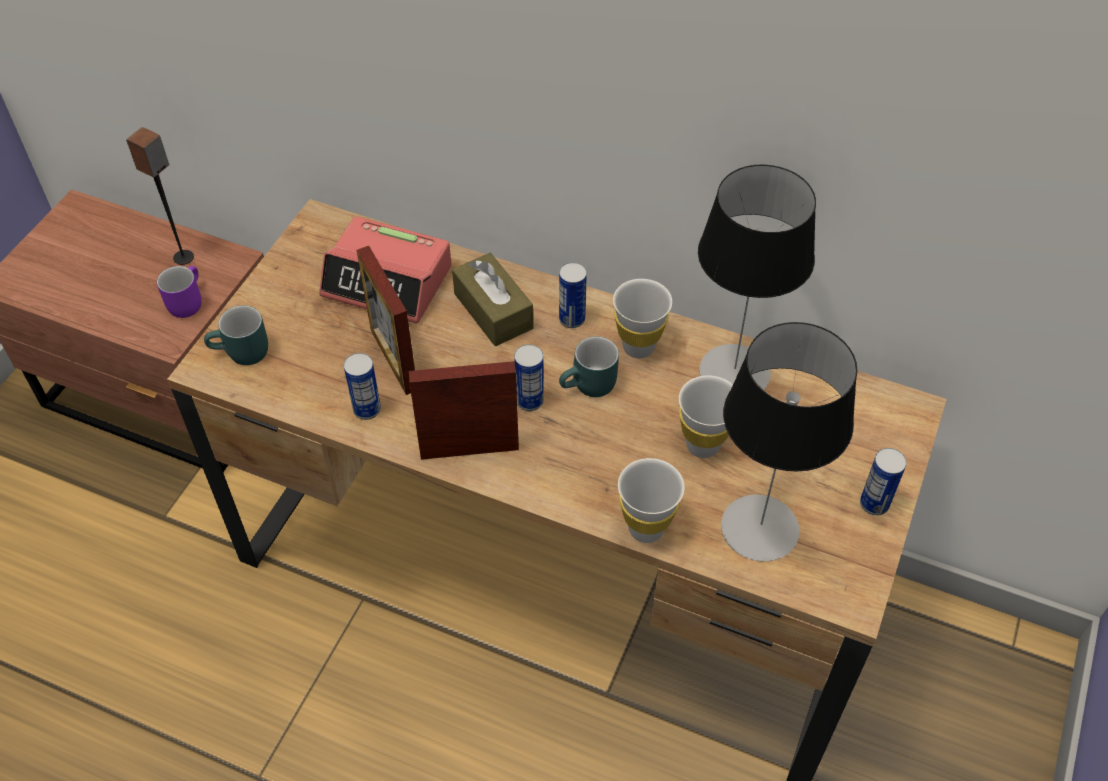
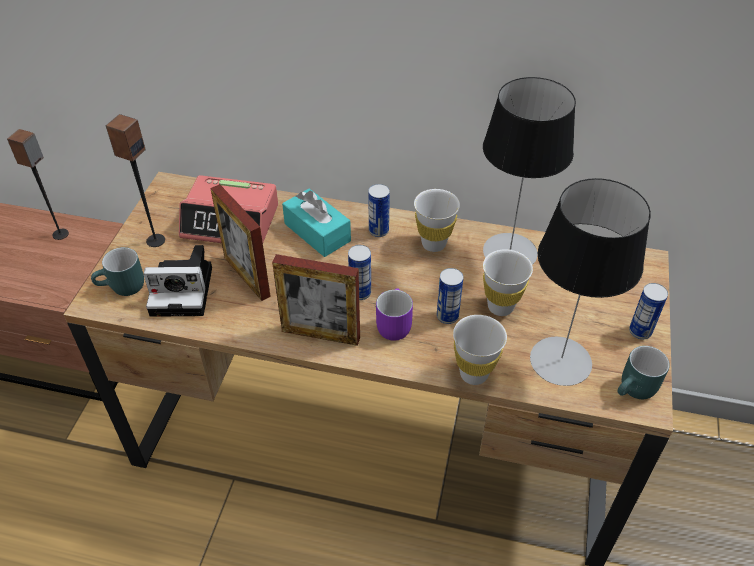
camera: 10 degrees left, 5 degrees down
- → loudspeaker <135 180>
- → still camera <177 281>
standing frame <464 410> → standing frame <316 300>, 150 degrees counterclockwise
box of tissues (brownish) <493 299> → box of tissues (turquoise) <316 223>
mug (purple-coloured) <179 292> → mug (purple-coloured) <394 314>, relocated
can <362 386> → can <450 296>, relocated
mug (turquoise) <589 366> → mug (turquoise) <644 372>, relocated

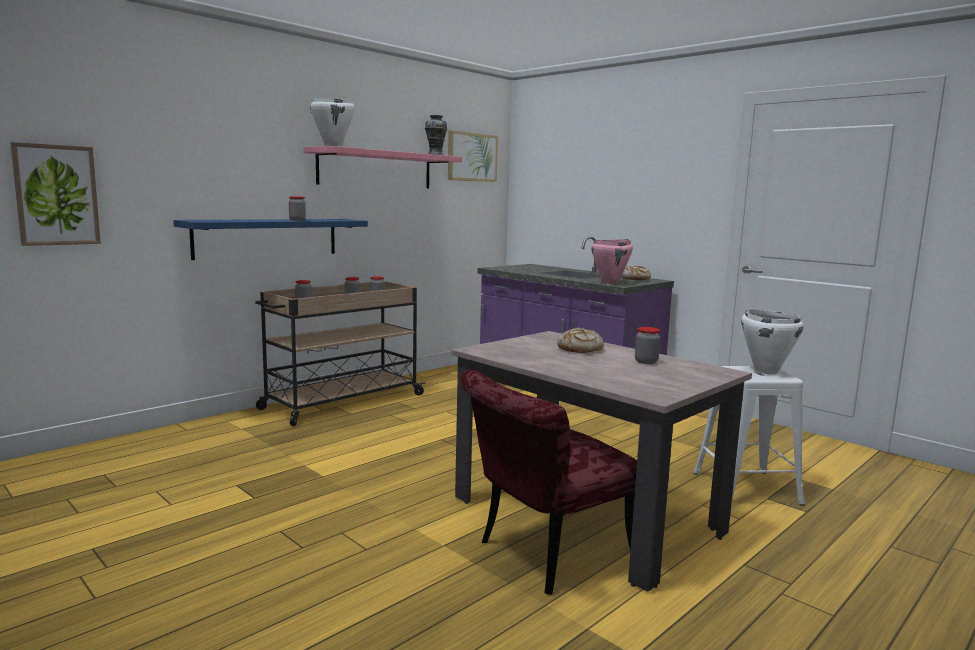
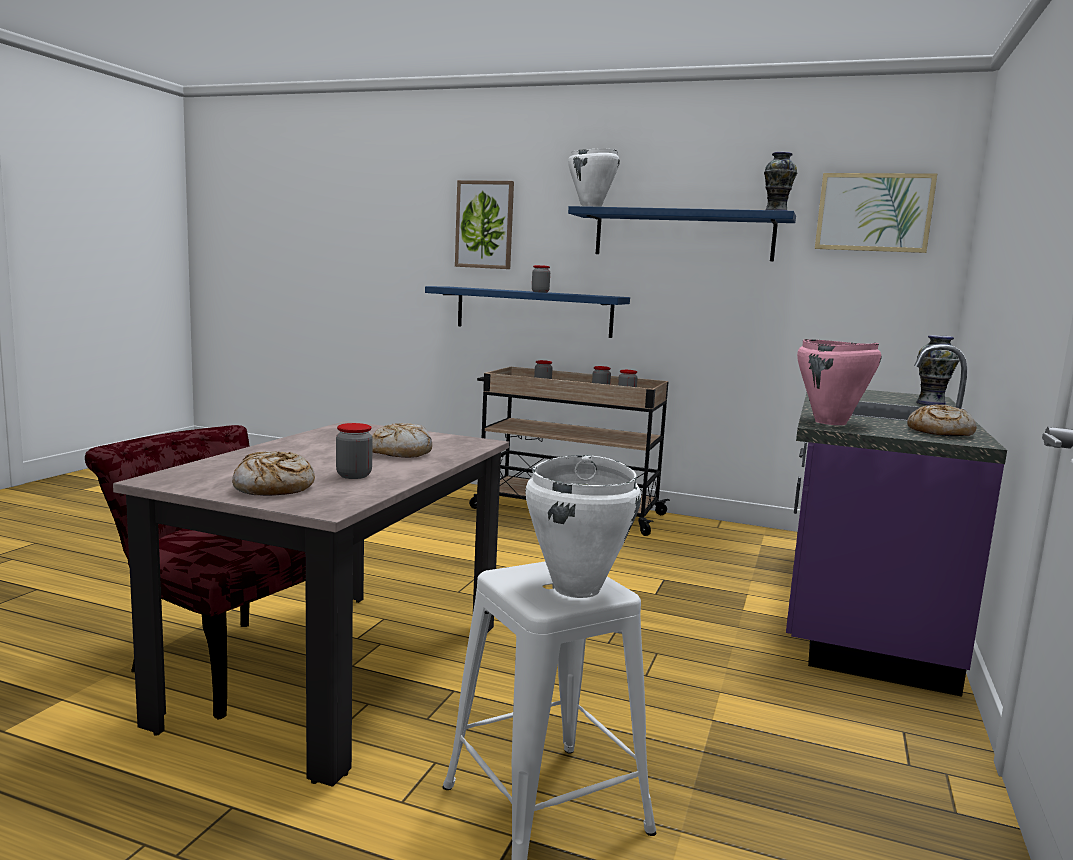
camera: 65 degrees right, 0 degrees up
- → bakery bread <273 473>
wall art <55 194> → wall art <484 224>, relocated
shelf (pinkish) <383 167> → shelf (bluish) <682 233>
- → vase <938 370>

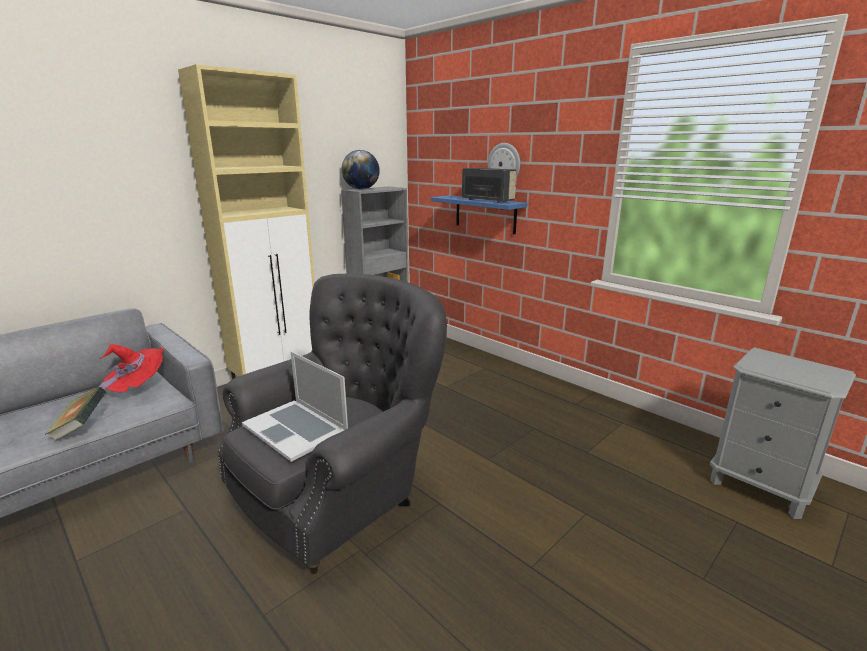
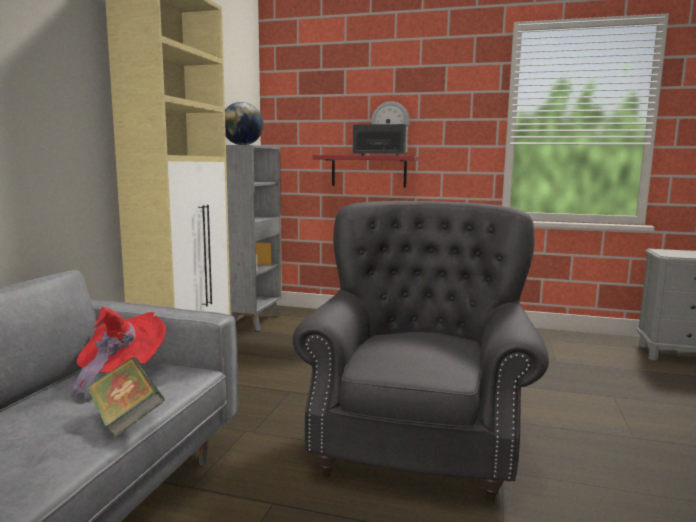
camera: 30 degrees left, 10 degrees down
shelf (bluish) <479 214> → shelf (red-coloured) <366 171>
notebook computer <295 406> → -

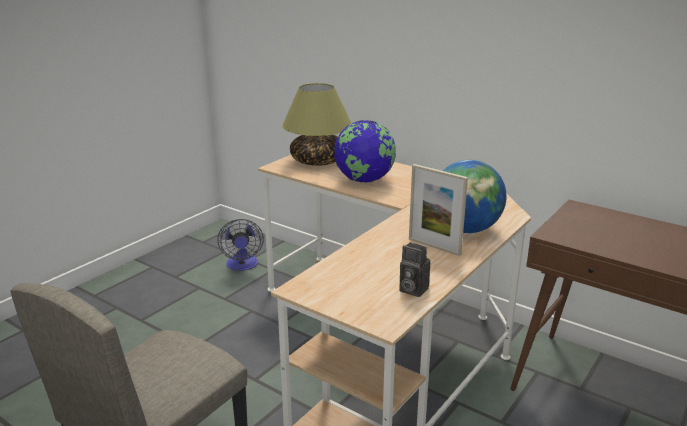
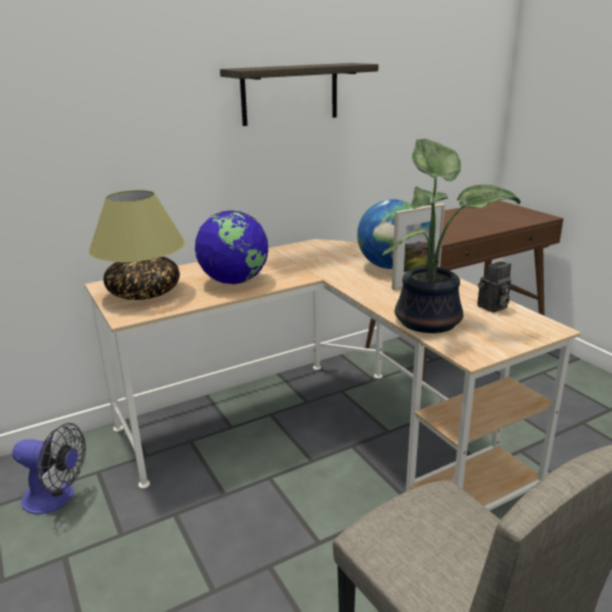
camera: 65 degrees left, 0 degrees up
- → shelf <299 94>
- → potted plant <451 235>

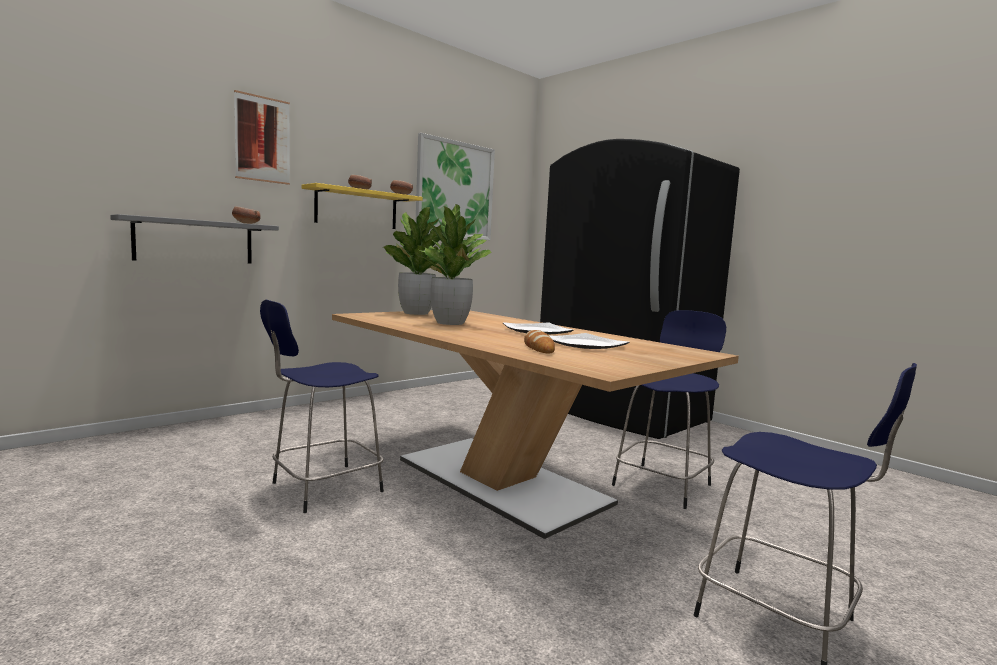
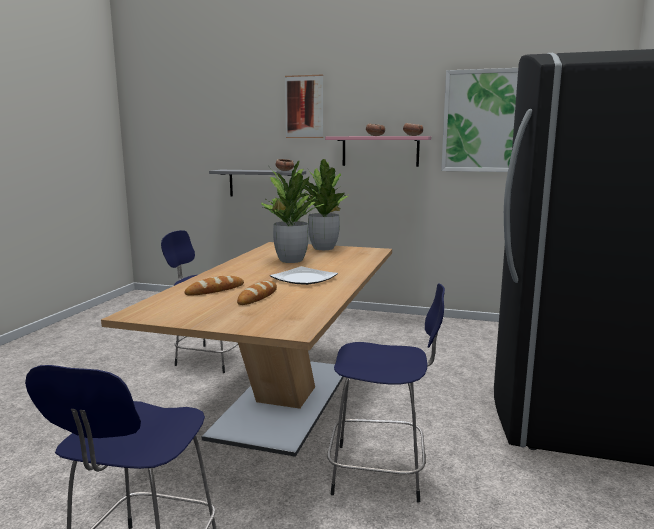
camera: 60 degrees right, 5 degrees up
flat dish <589 341> → bakery bread <257 293>
shelf (yellowish) <362 206> → shelf (pinkish) <378 151>

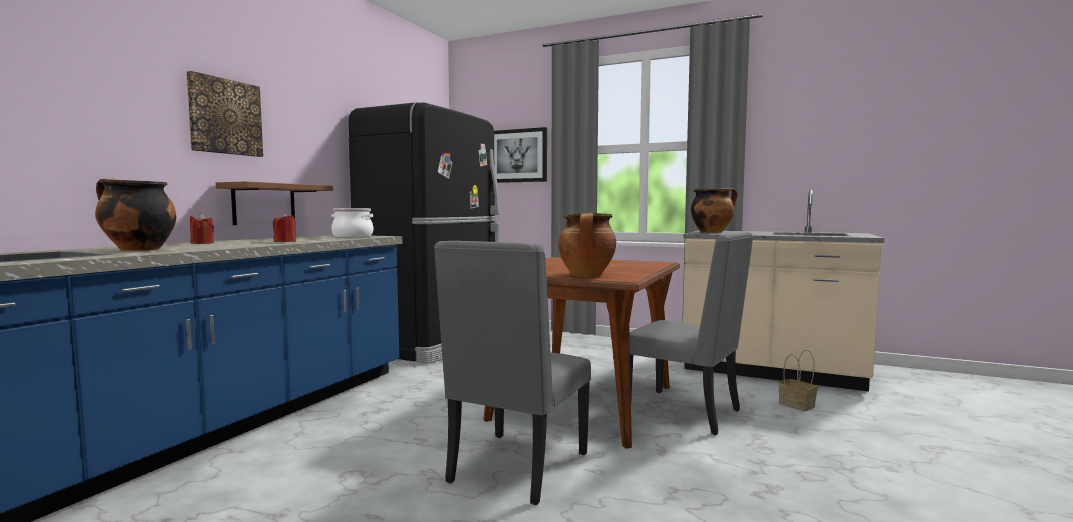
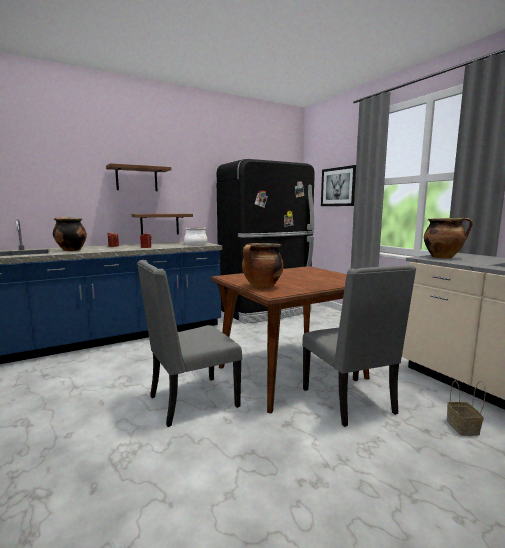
camera: 35 degrees right, 5 degrees up
wall art <224 114> → shelf (brownish) <138 177>

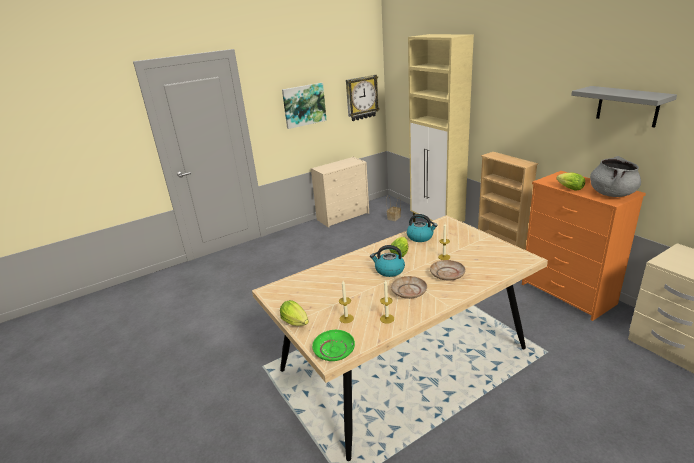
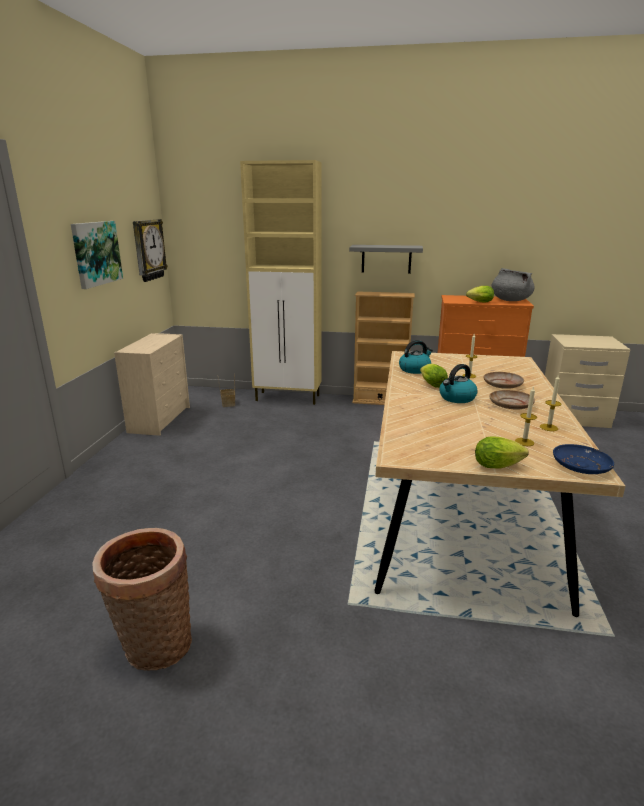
camera: 50 degrees left, 5 degrees down
- → storage basket <142 599>
shelf (grey) <624 107> → shelf (grey) <386 259>, relocated
flat dish (green-coloured) <333 345> → flat dish (bluish) <583 459>

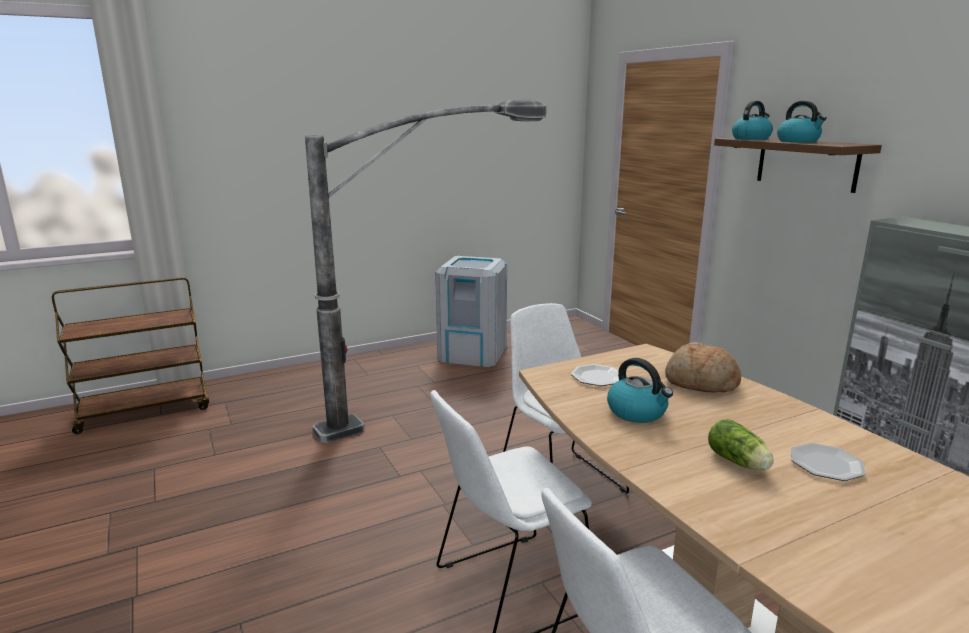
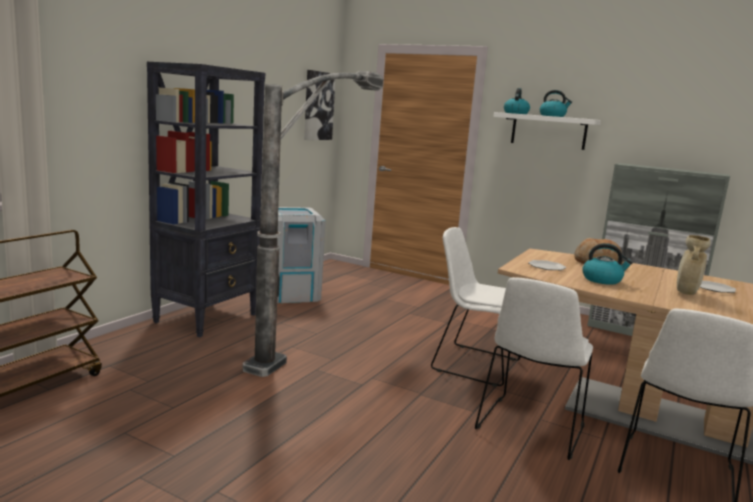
camera: 35 degrees left, 5 degrees down
- → bookshelf (black-coloured) <206 199>
- → wall art <319 105>
shelf (brownish) <798 165> → shelf (white) <547 131>
lettuce head <741 445> → vase (beige-coloured) <694 265>

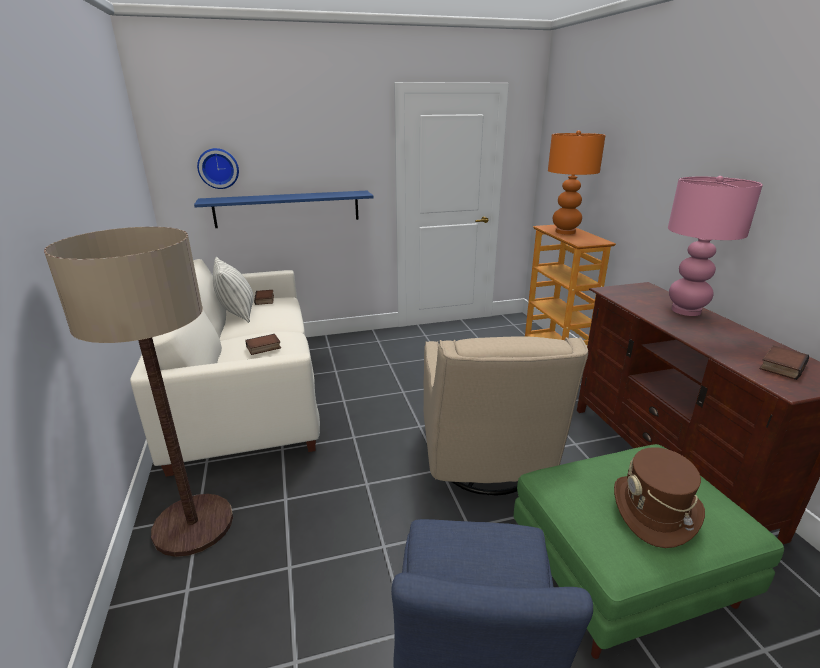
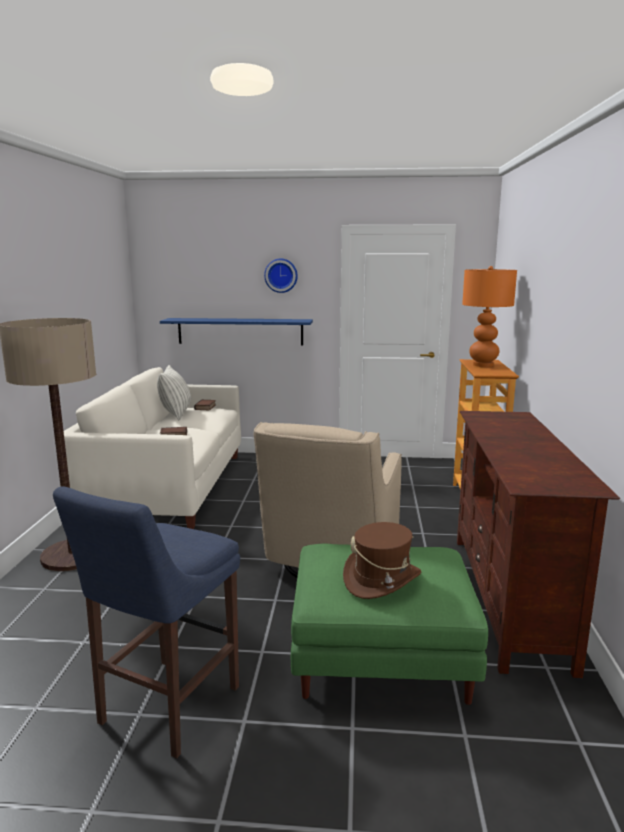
camera: 20 degrees right, 10 degrees down
wall clock <218 168> → wall clock <281 275>, relocated
table lamp (pinkish) <715 246> → -
book <784 362> → -

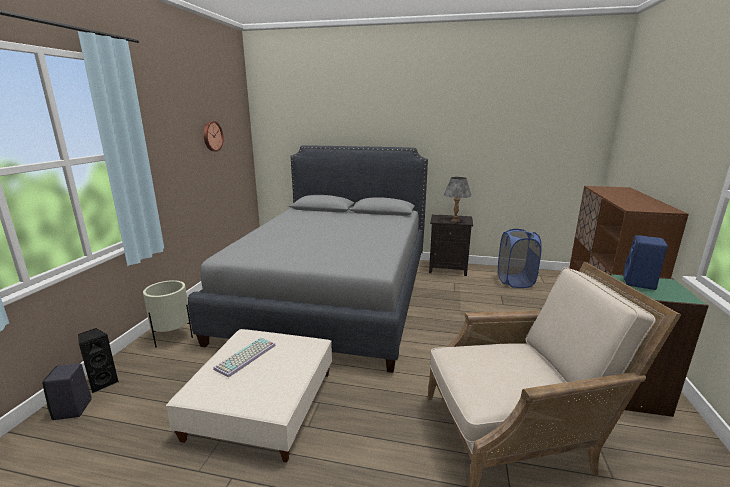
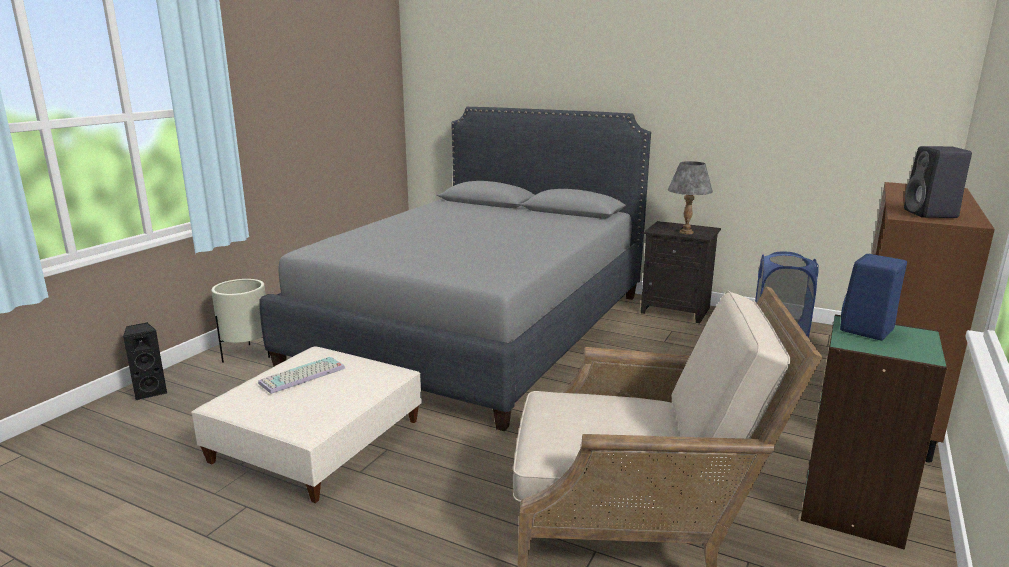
camera: 15 degrees right, 0 degrees up
loudspeaker (black-coloured) <67 391> → loudspeaker (black-coloured) <938 182>, relocated
wall clock <213 136> → -

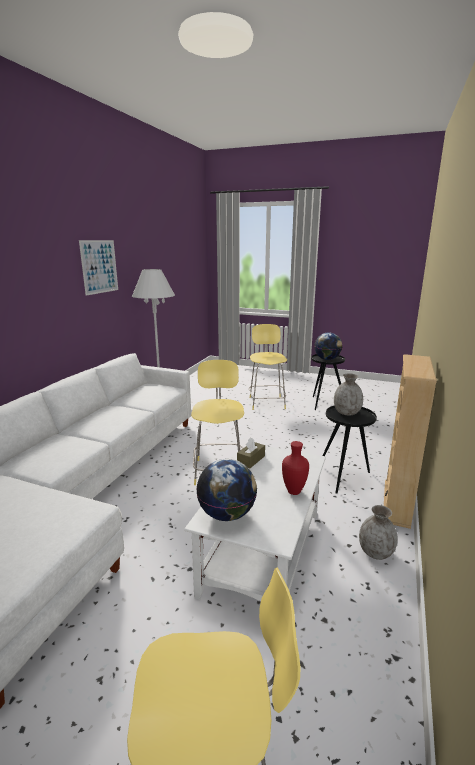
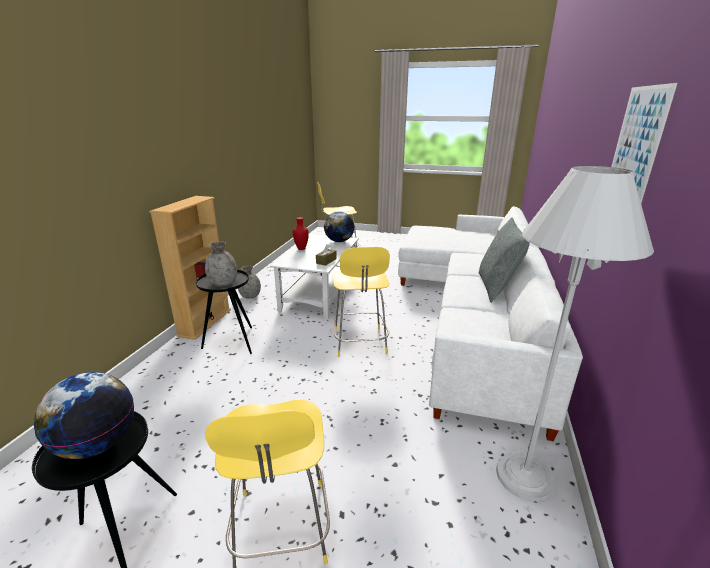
camera: 175 degrees right, 5 degrees up
- → cushion (grey) <504 260>

